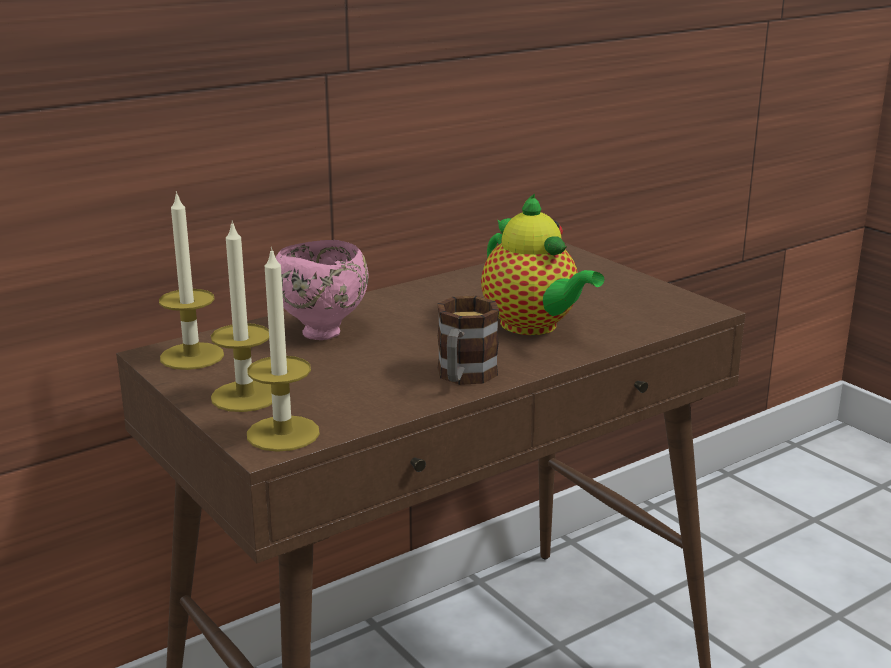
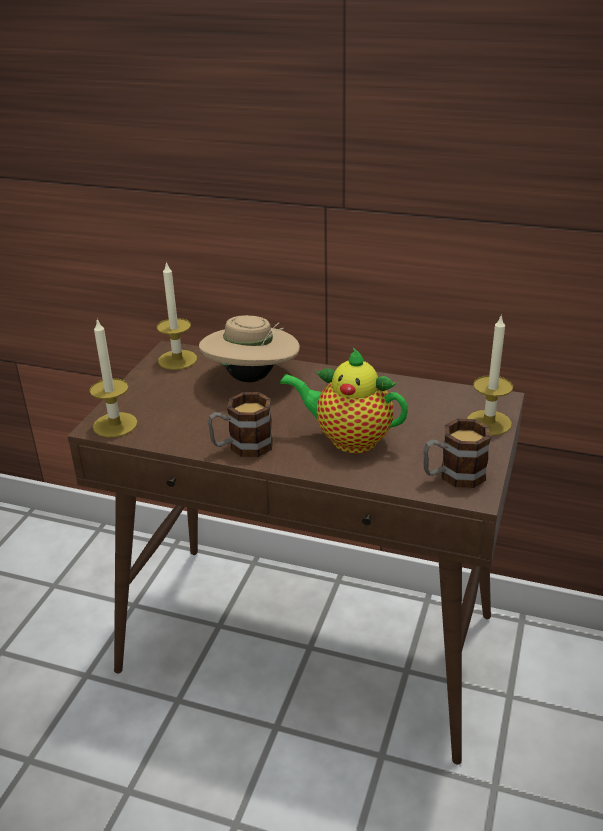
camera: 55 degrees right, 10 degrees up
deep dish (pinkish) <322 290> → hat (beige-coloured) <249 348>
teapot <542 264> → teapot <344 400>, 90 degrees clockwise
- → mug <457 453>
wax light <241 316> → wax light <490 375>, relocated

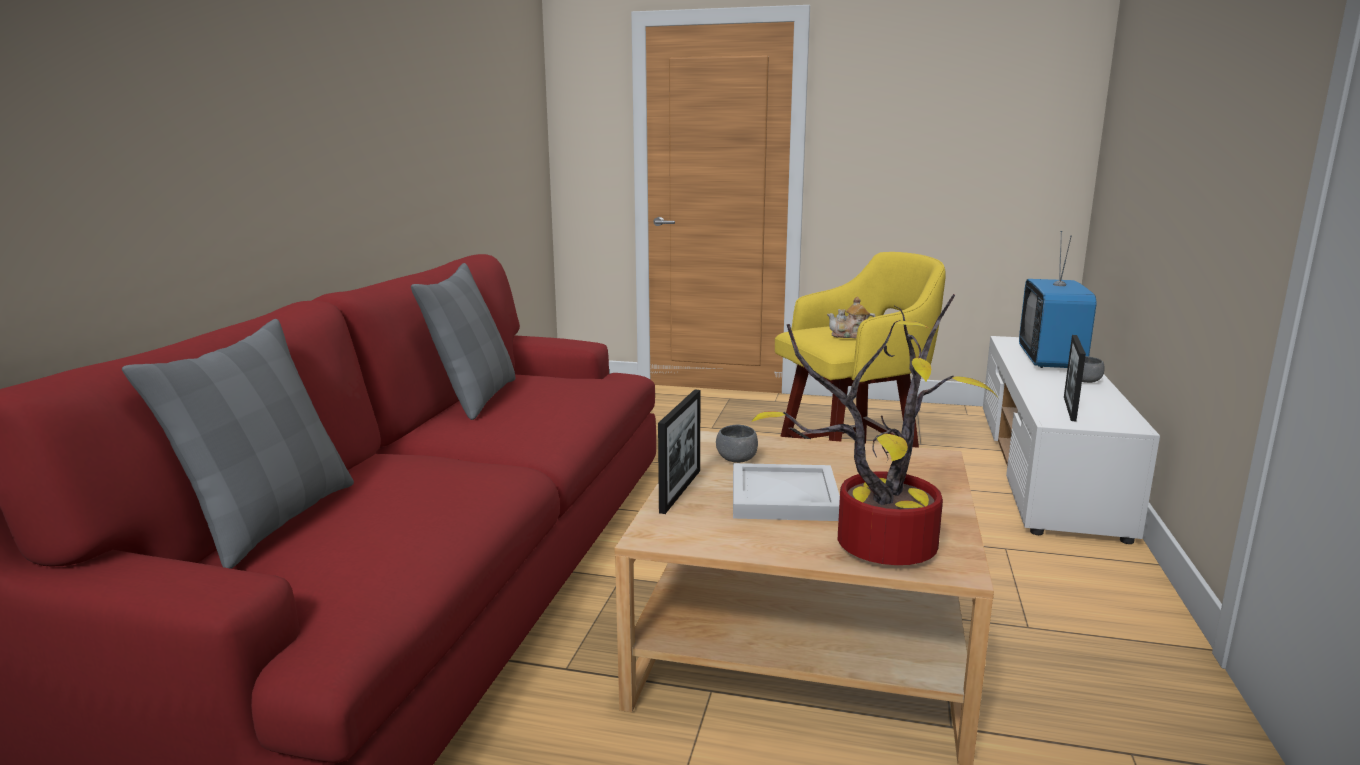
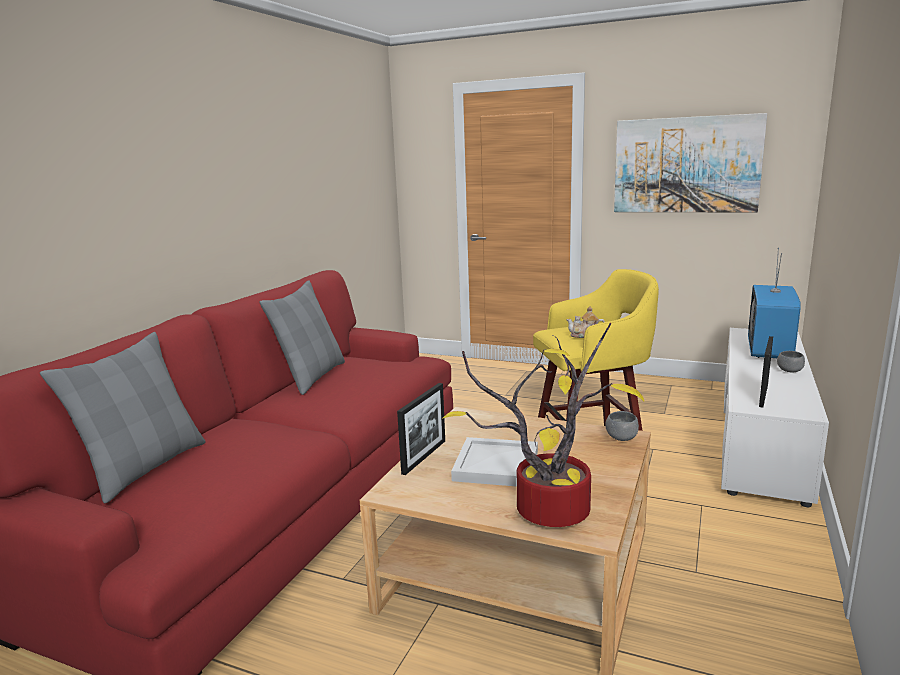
camera: 10 degrees right, 0 degrees up
deep dish (grey) <737 444> → deep dish (grey) <622 426>, relocated
- → wall art <690 162>

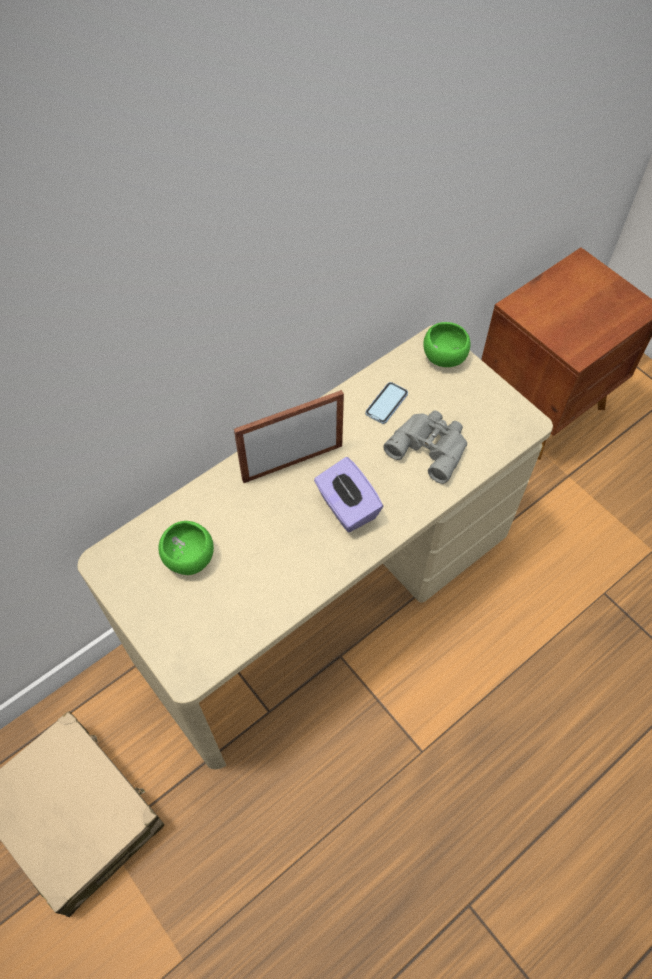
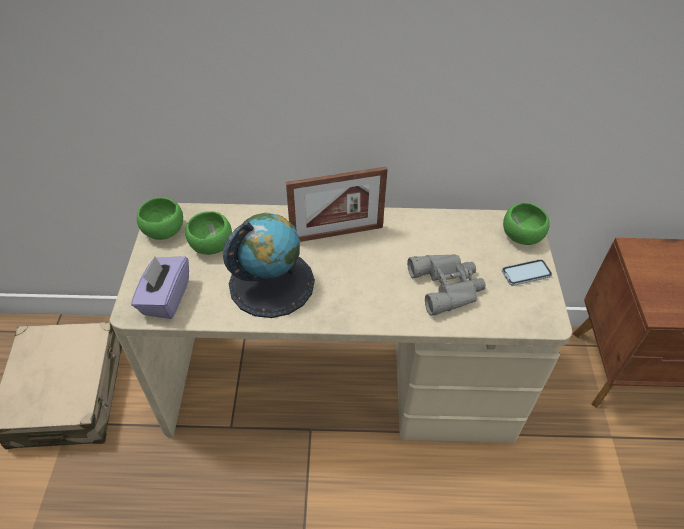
camera: 40 degrees right, 10 degrees down
box of tissues (purple-coloured) <348 494> → box of tissues (purple-coloured) <160 287>, relocated
- → deep dish (green-coloured) <160 218>
- → globe <269 265>
standing frame <289 436> → standing frame <337 204>, 150 degrees clockwise
telephone <386 403> → telephone <527 272>, relocated

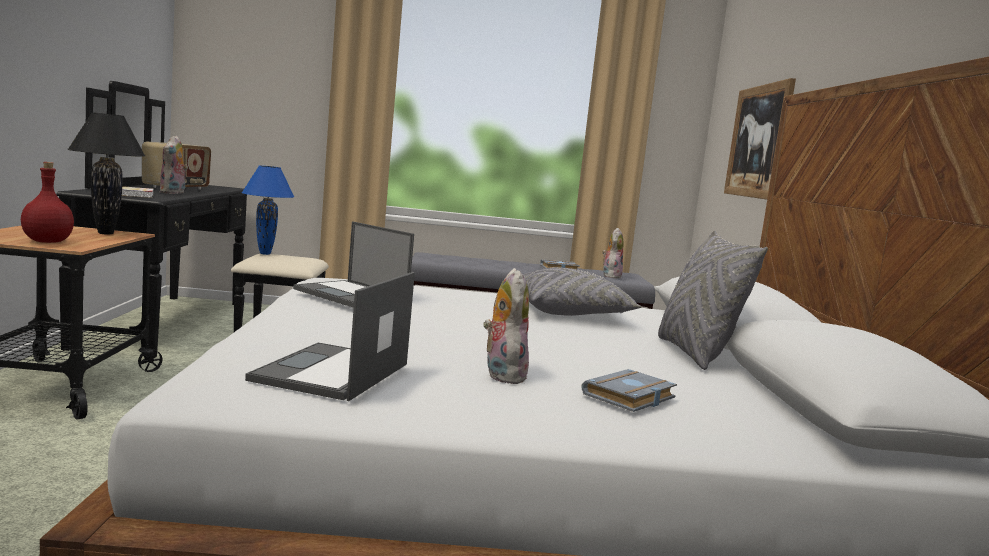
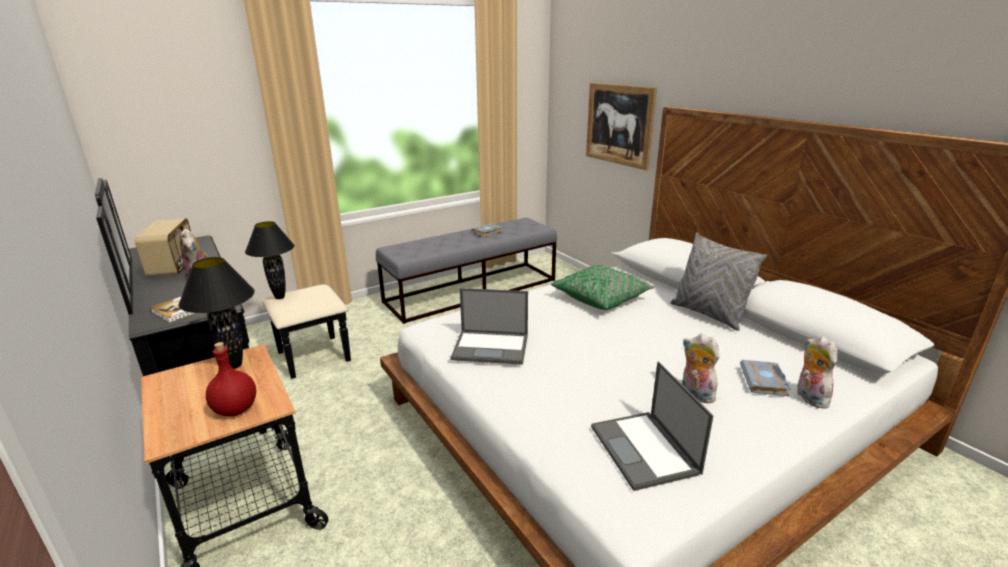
camera: 30 degrees left, 15 degrees up
table lamp (bluish) <268 210> → table lamp (black-coloured) <269 260>
cushion (grey) <582 291> → cushion (green-coloured) <602 287>
cuddly toy <613 253> → cuddly toy <817 372>, relocated

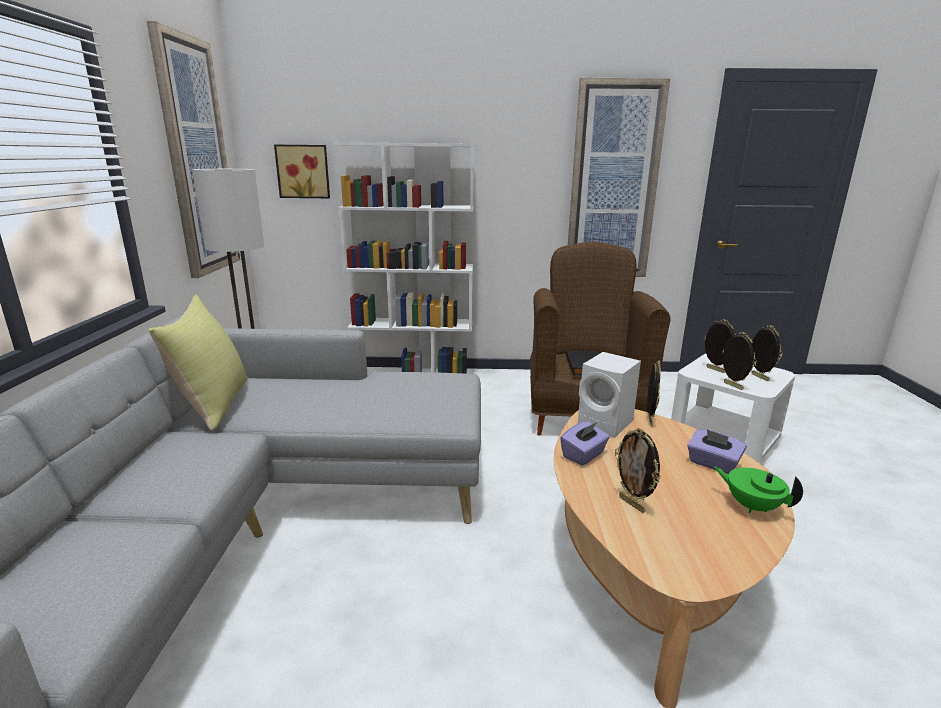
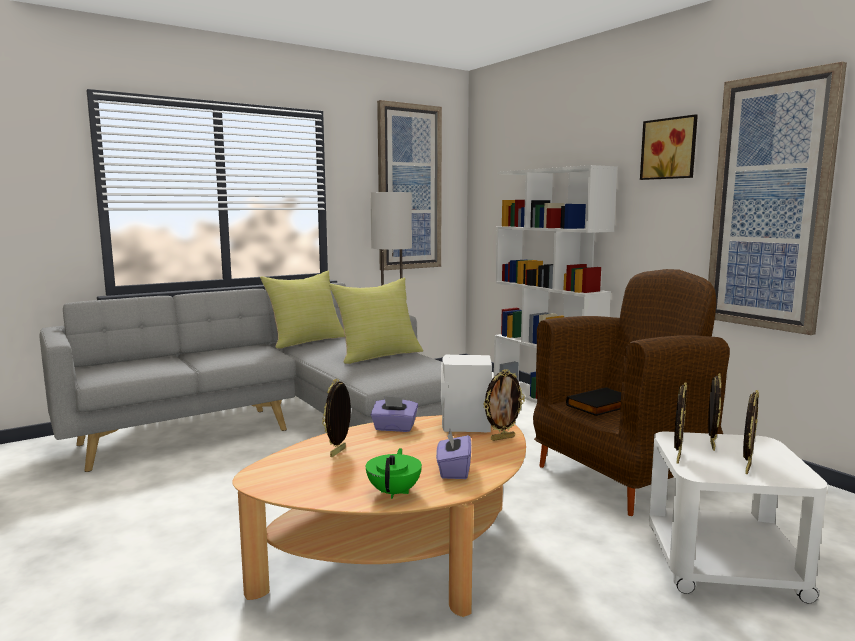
camera: 55 degrees right, 10 degrees down
- → cushion (yellowish) <376 321>
wall art <302 171> → wall art <669 147>, relocated

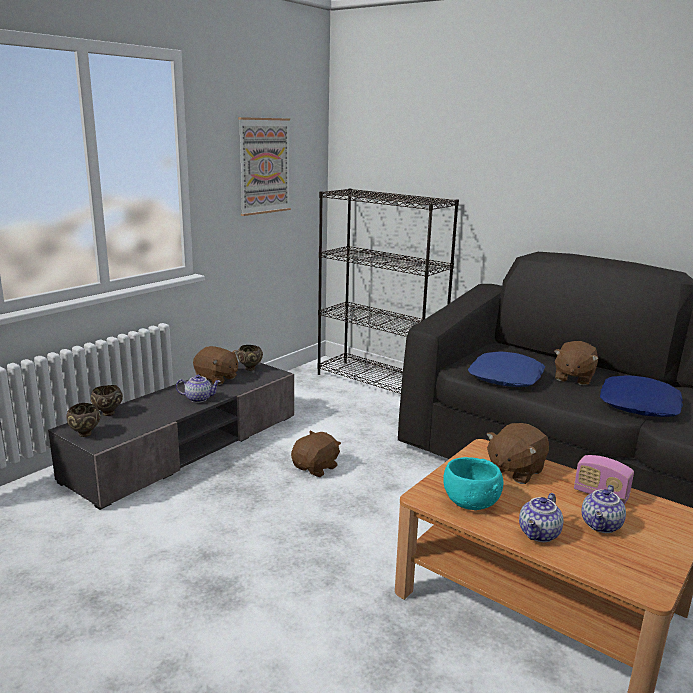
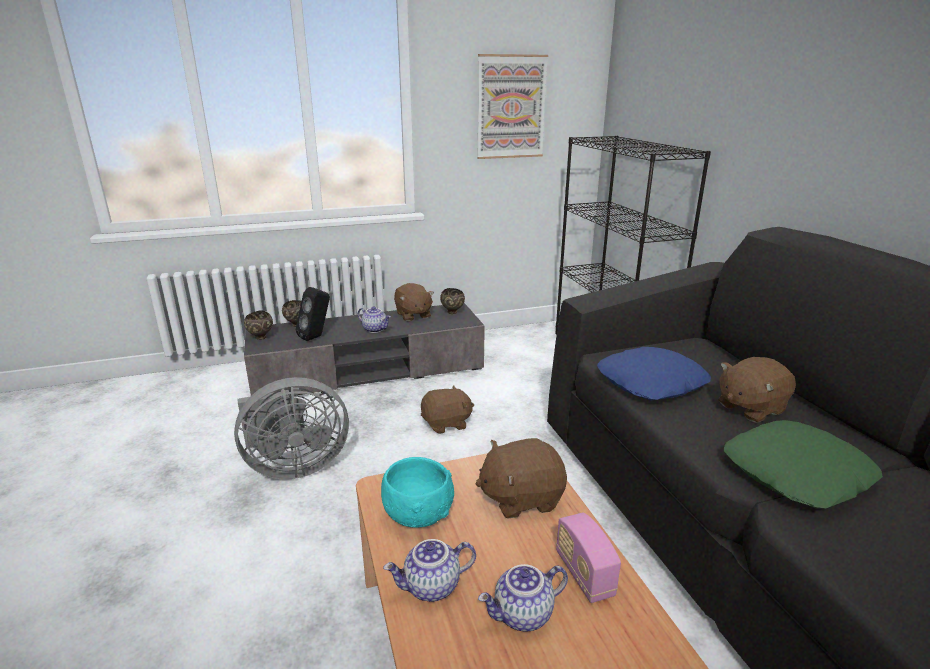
camera: 35 degrees right, 5 degrees up
- → electric fan (grey) <291 428>
- → loudspeaker (black-coloured) <313 314>
cushion (bluish) <641 396> → cushion (green-coloured) <803 464>

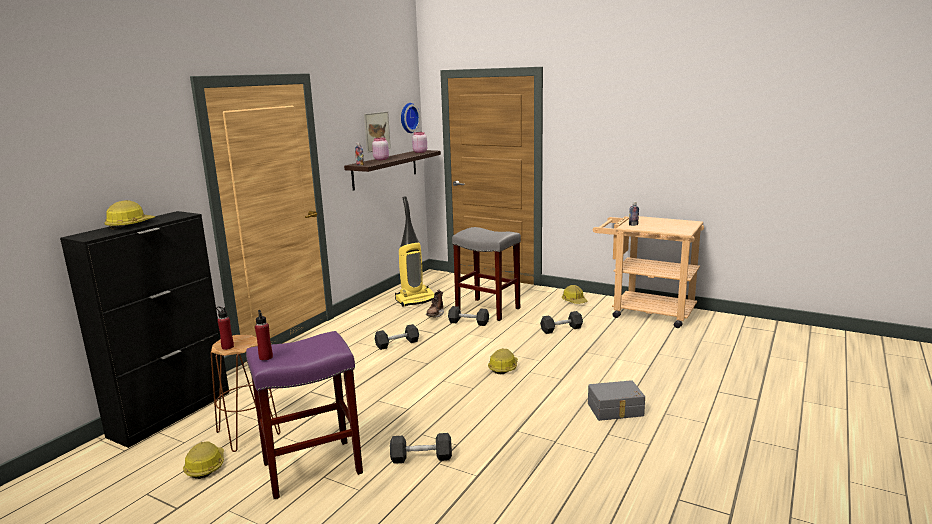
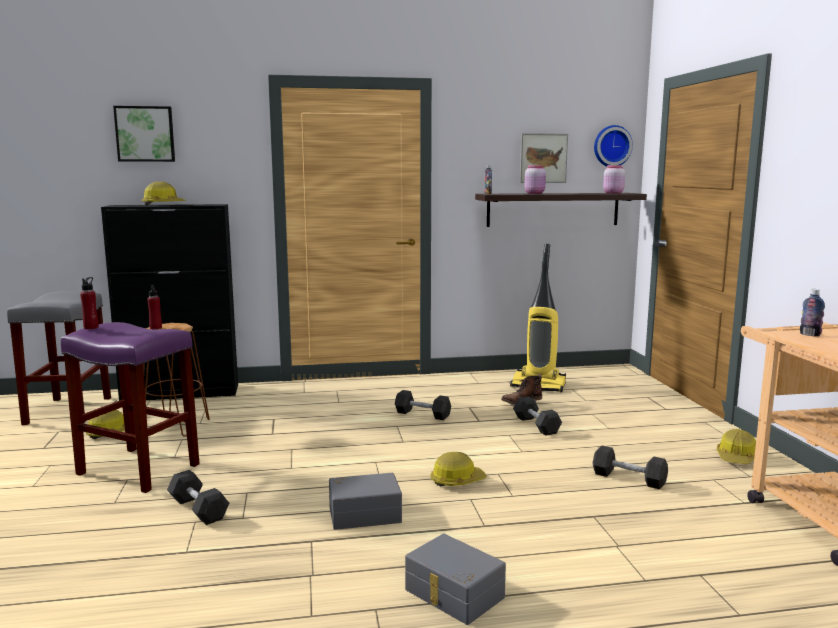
camera: 50 degrees right, 5 degrees down
stool seat (grey) <486 274> → stool seat (grey) <59 358>, relocated
- → wall art <144 134>
- → storage container (grey) <365 501>

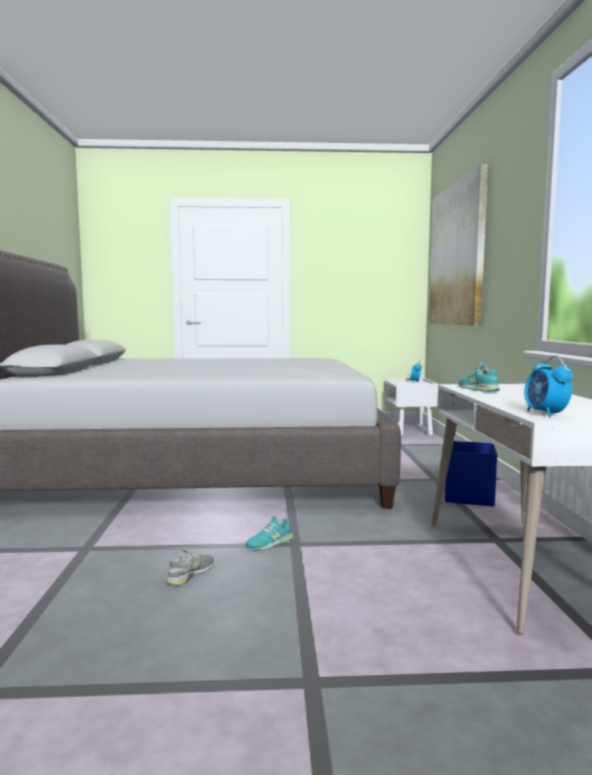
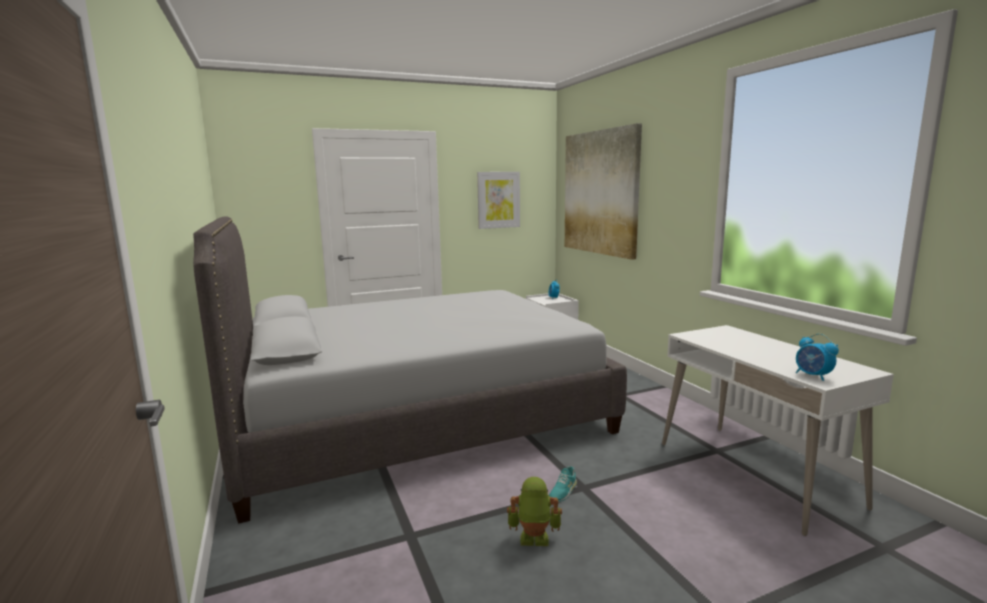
camera: 20 degrees left, 5 degrees up
- → wall art <498 200>
shoe (grey) <190 566> → model robot <534 511>
storage container (bluish) <471 474> → -
shoe (turquoise) <479 377> → -

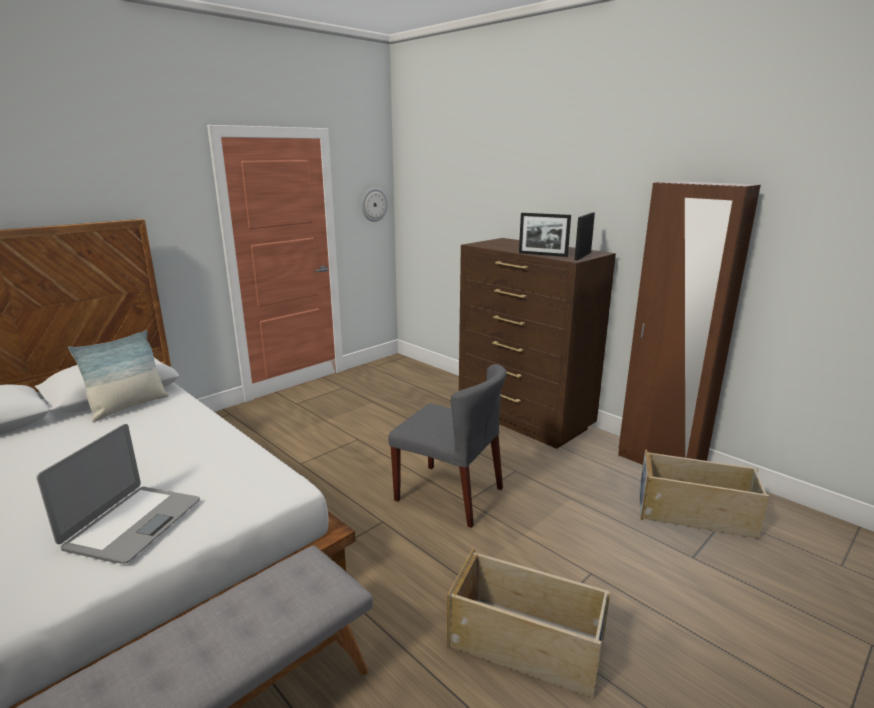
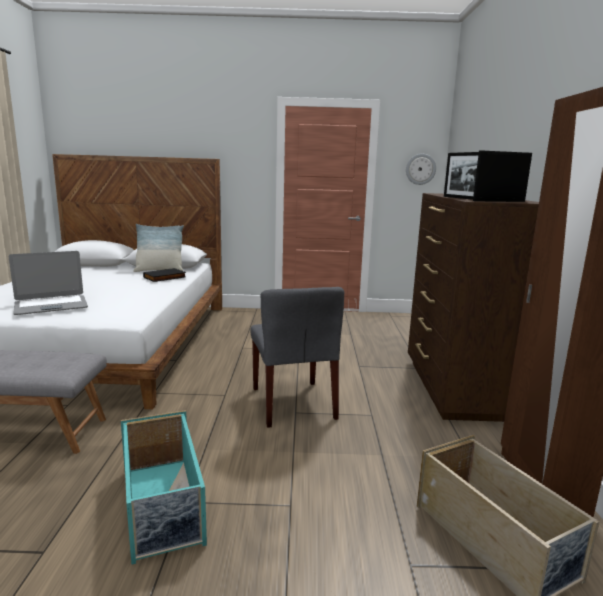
camera: 45 degrees right, 5 degrees down
storage container (beige-coloured) <528 623> → storage container (turquoise) <164 487>
- → book (black-coloured) <164 275>

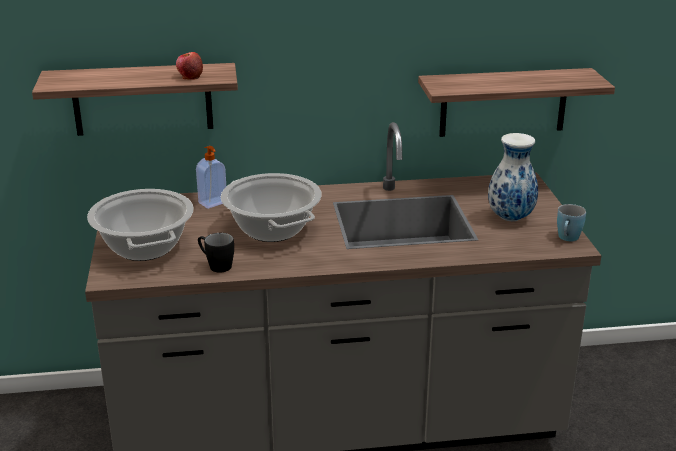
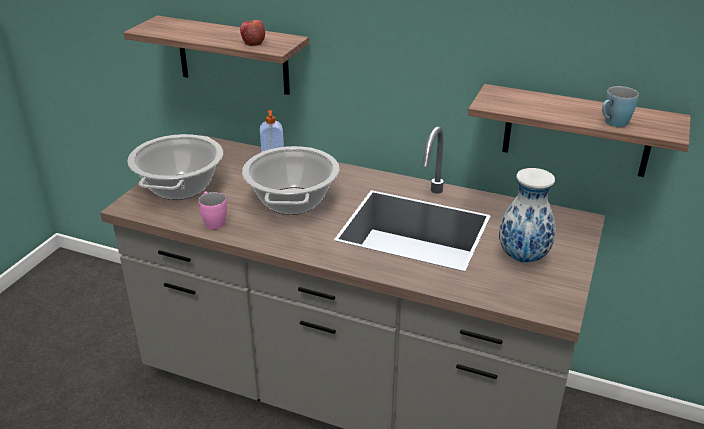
camera: 30 degrees right, 5 degrees up
mug (black-coloured) <216 253> → mug (pinkish) <213 210>
mug (bluish) <571 222> → mug (bluish) <620 106>, relocated

